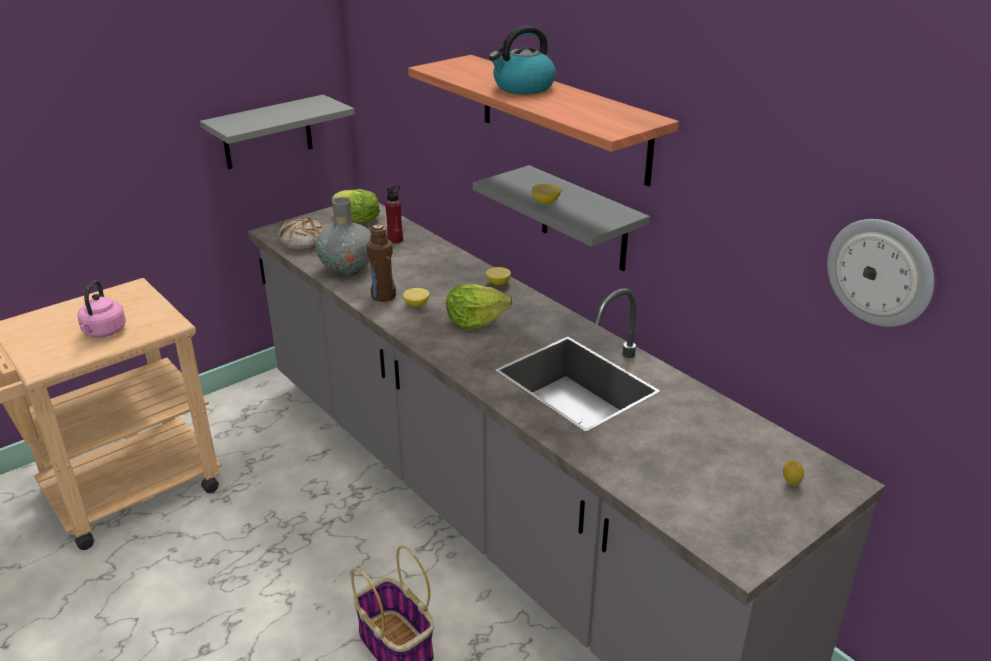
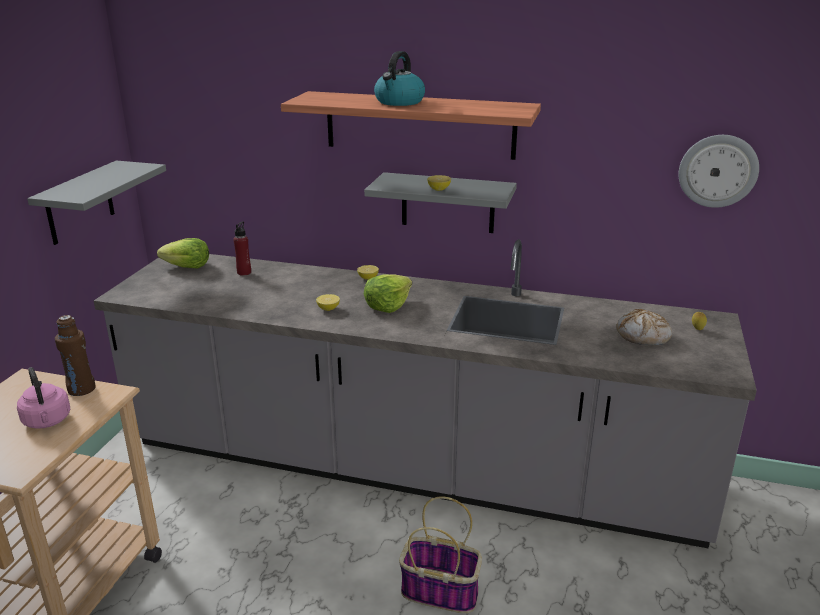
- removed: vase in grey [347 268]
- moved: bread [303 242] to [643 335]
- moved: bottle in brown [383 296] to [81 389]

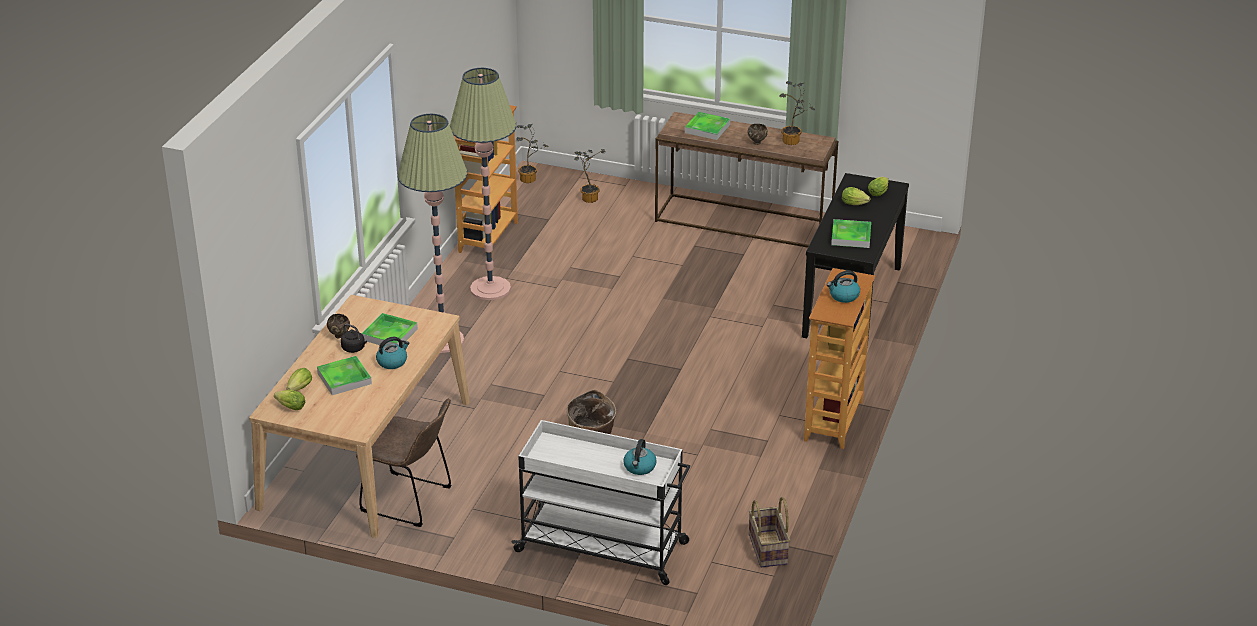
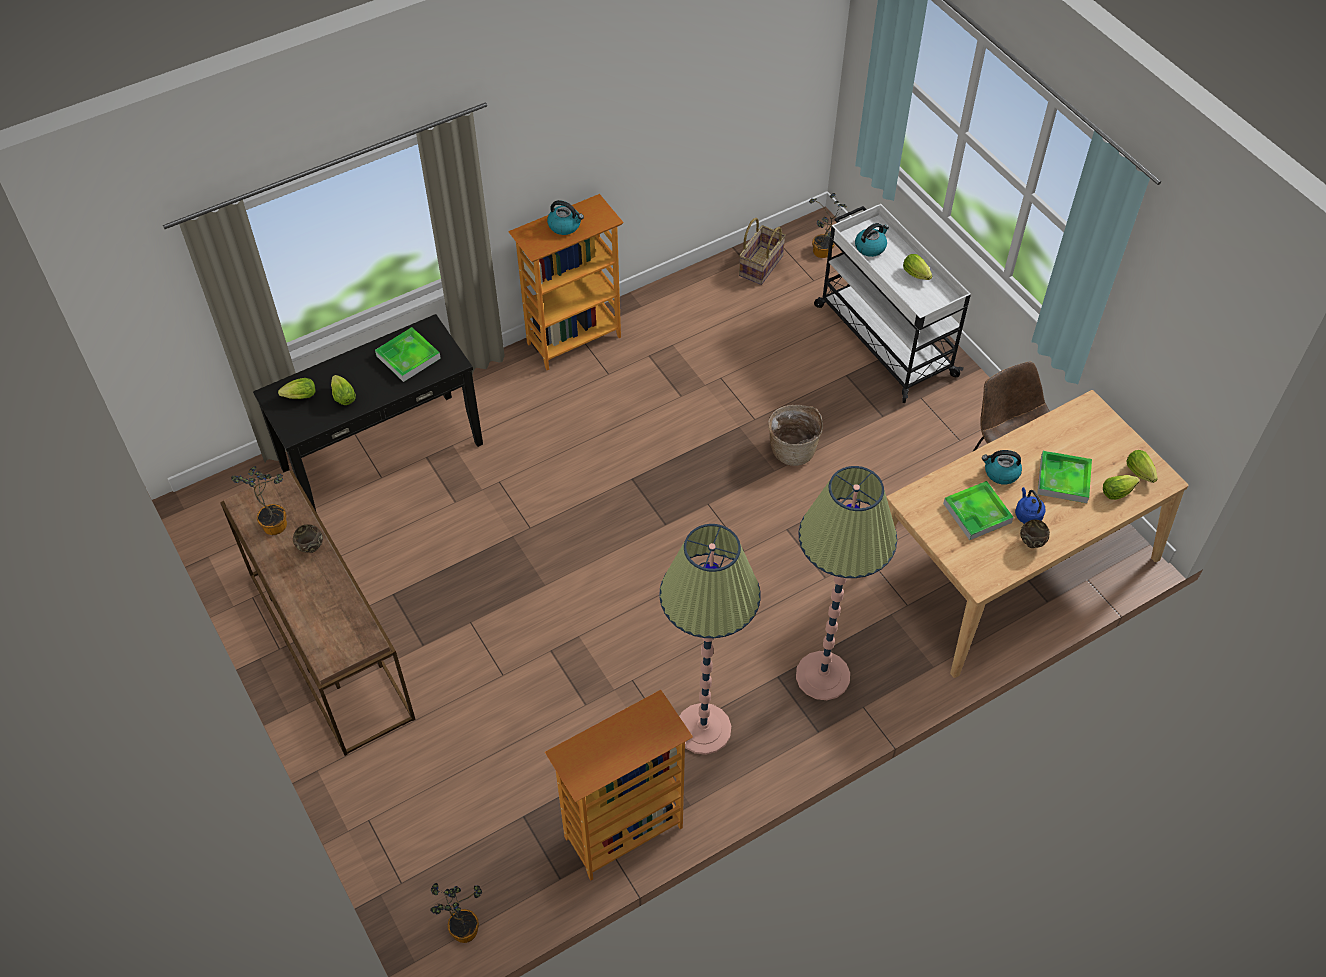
- removed: tray [707 128]
- moved: potted plant [588 197] to [822 253]
- recoloured: kettle in black [354 349] to kettle in blue [1027 514]
- added: lettuce [917 275]

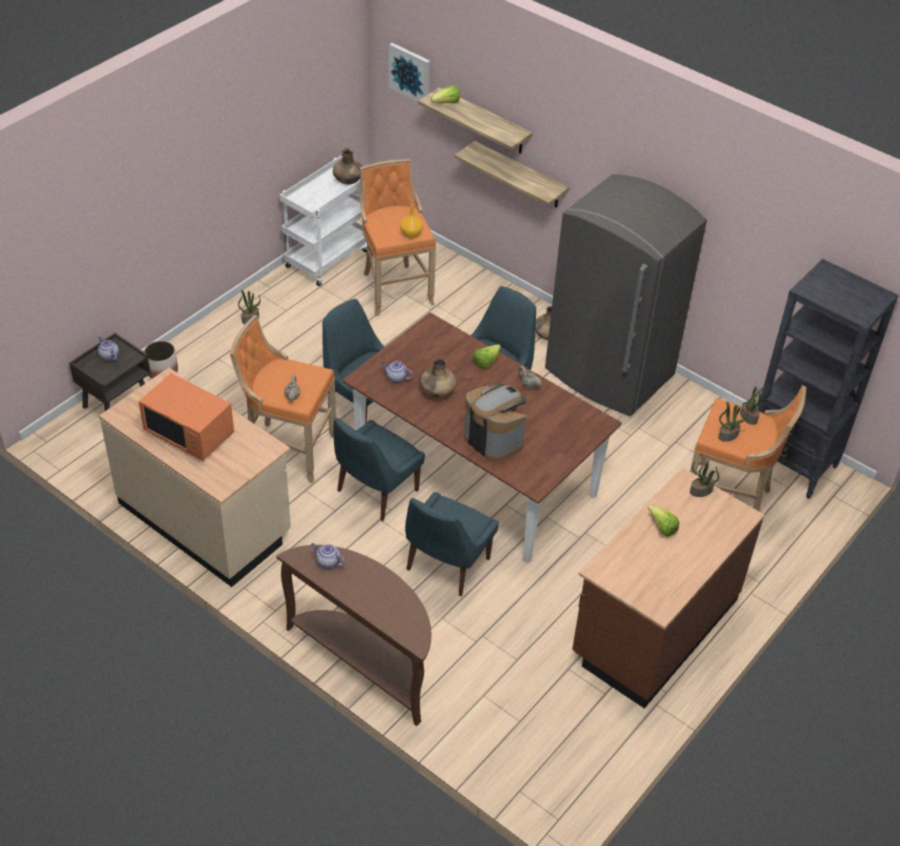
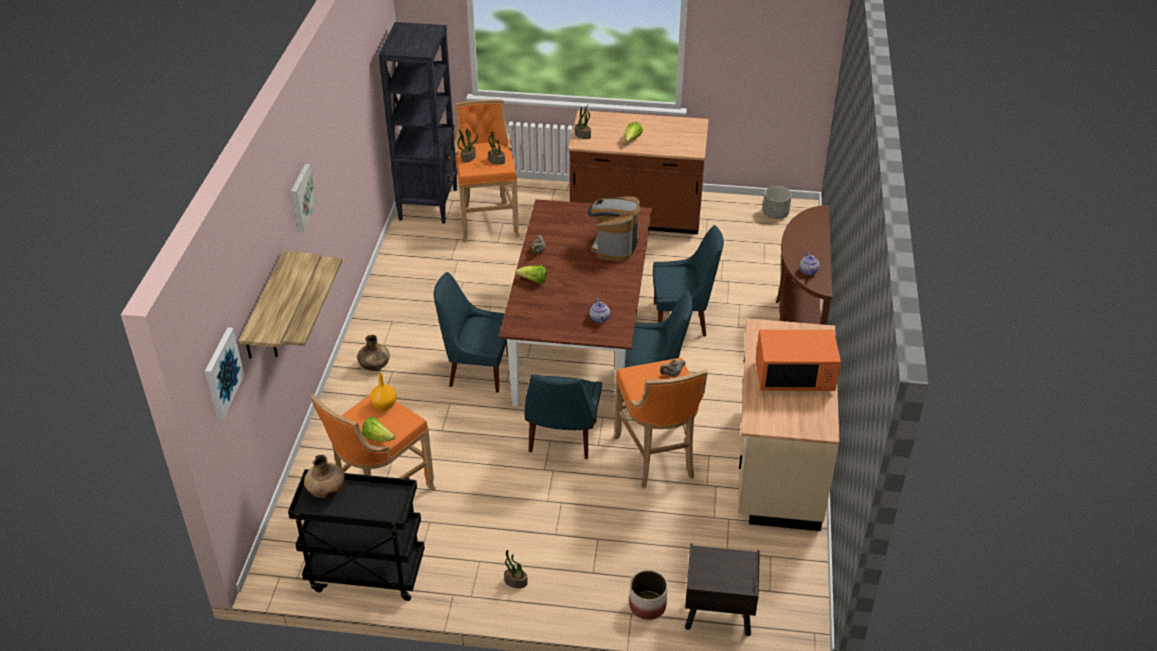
- moved: lettuce [446 103] to [378 437]
- recoloured: cart in white [328 257] to cart in black [365 574]
- removed: fridge in grey [609 374]
- removed: teapot [108 356]
- removed: vase in brown [437 392]
- turned: microwave in orange [189 433] = [794 377] 90 degrees clockwise
- added: picture [301 197]
- added: planter in grey [775 214]

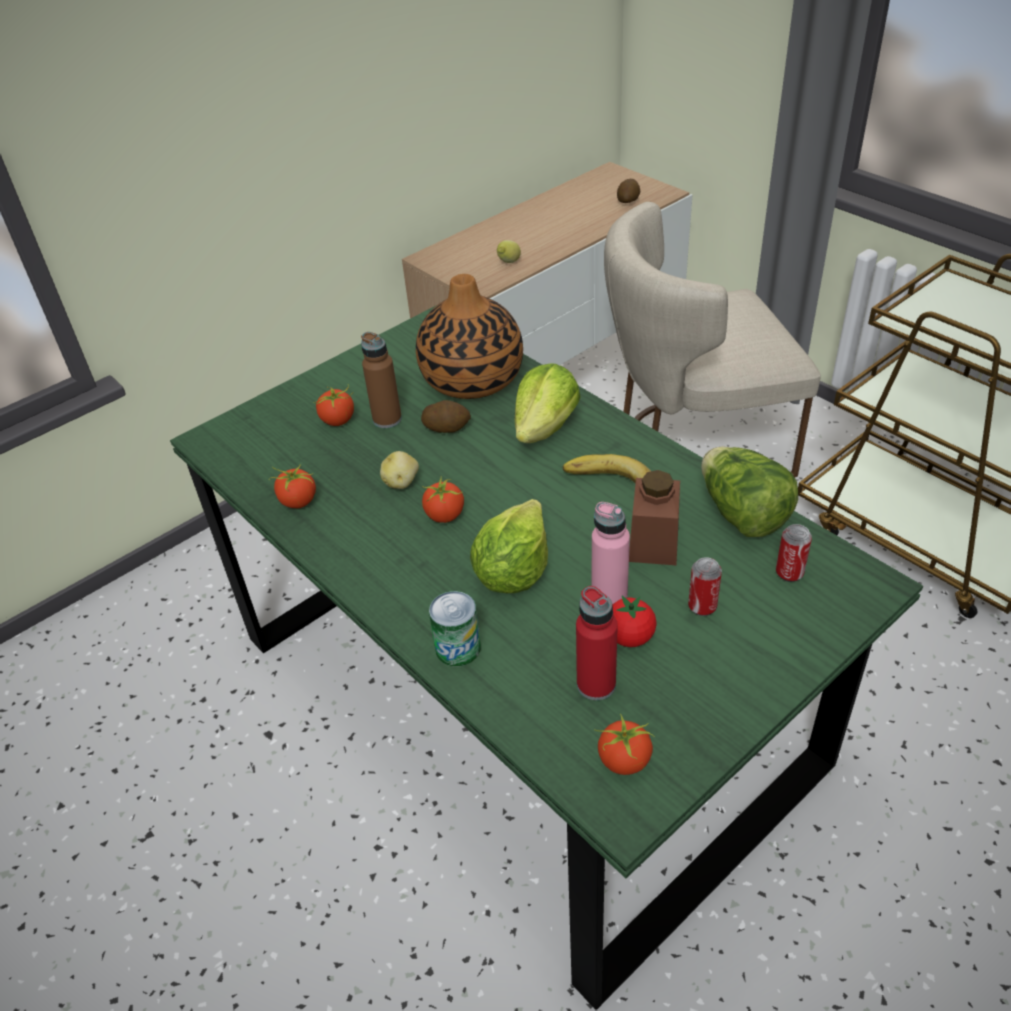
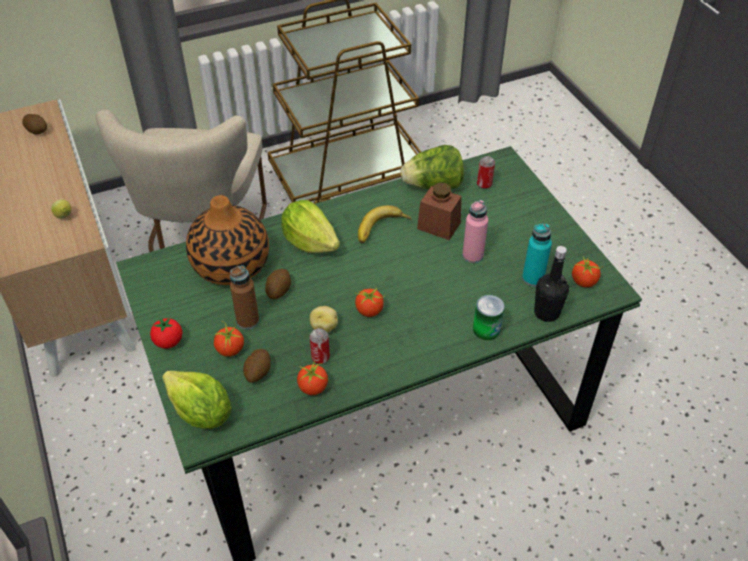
- moved: lettuce [513 571] to [201 413]
- moved: can [702 606] to [320 357]
- recoloured: bottle in red [596 684] to bottle in turquoise [533 278]
- moved: tomato [630 637] to [168 342]
- added: bottle in black [546 312]
- added: potato [258 372]

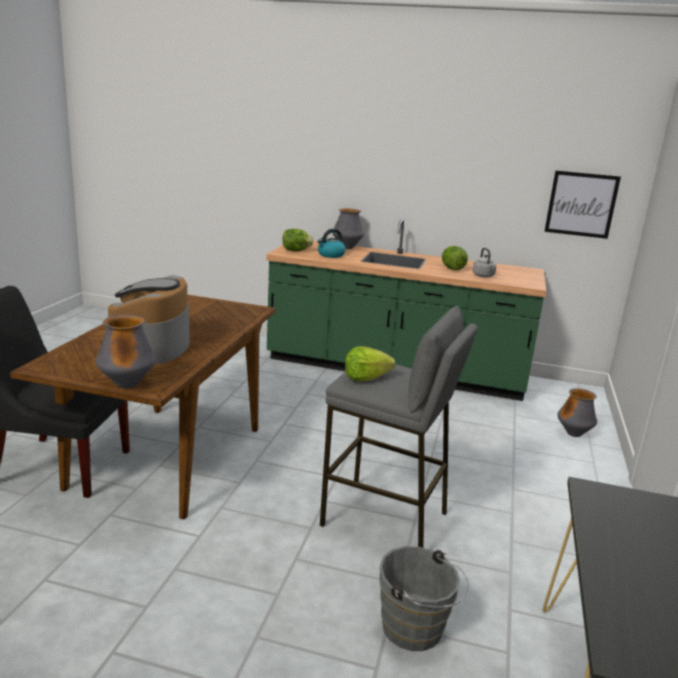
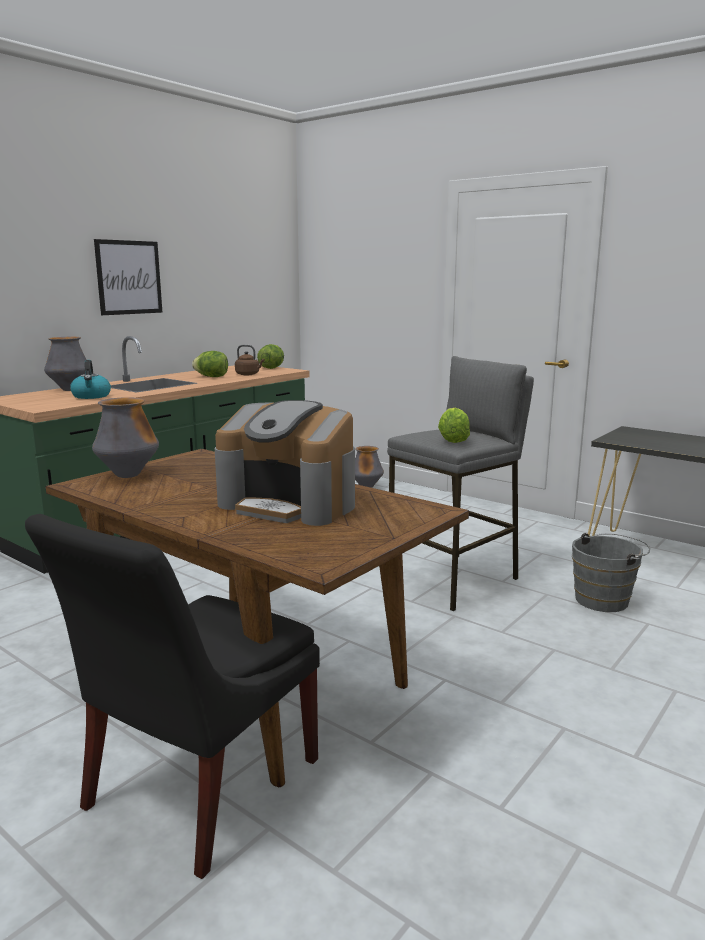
- moved: picture [581 204] to [129 277]
- moved: lettuce [296 251] to [271 368]
- recoloured: kettle in grey [483 276] to kettle in brown [248 374]
- moved: vase [127 384] to [128 475]

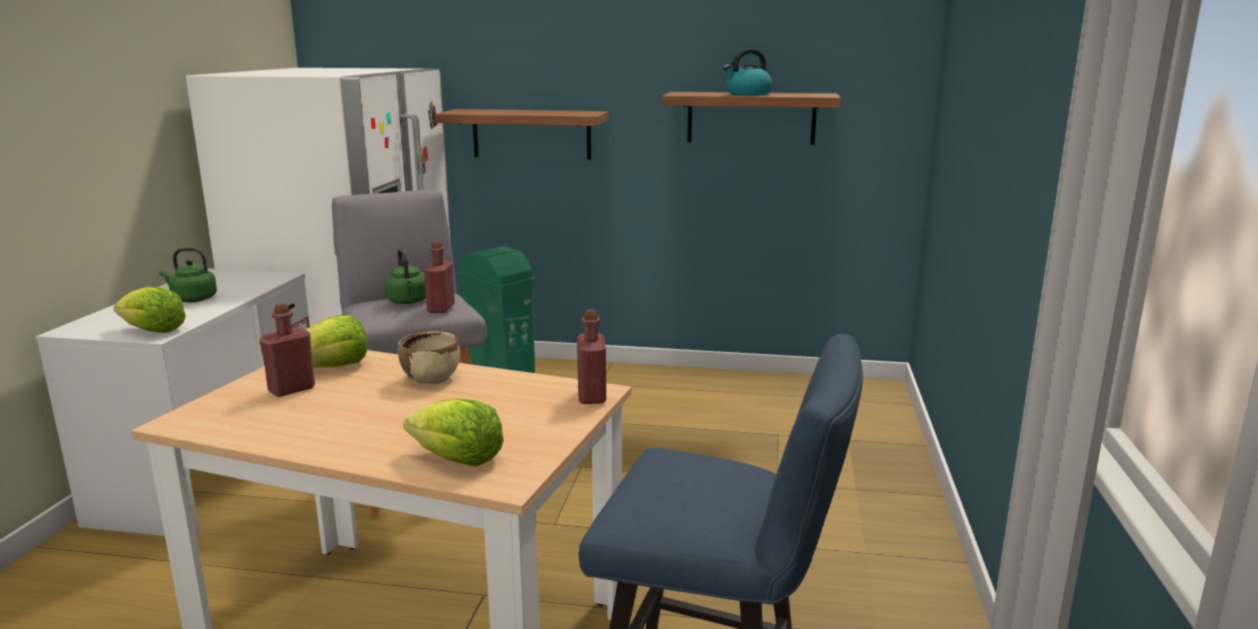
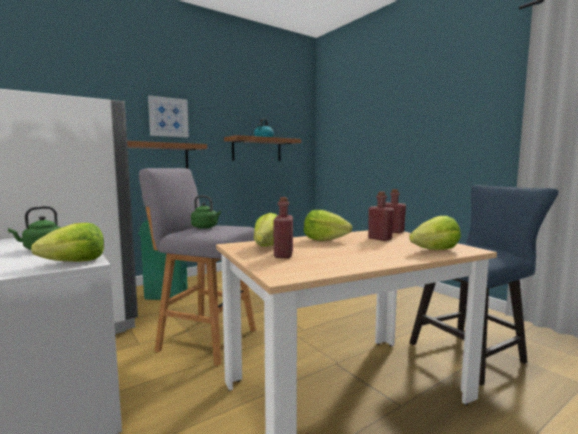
- moved: bottle in red [441 308] to [379 239]
- replaced: bowl in beige [431 378] to lettuce [324 240]
- added: picture [168 117]

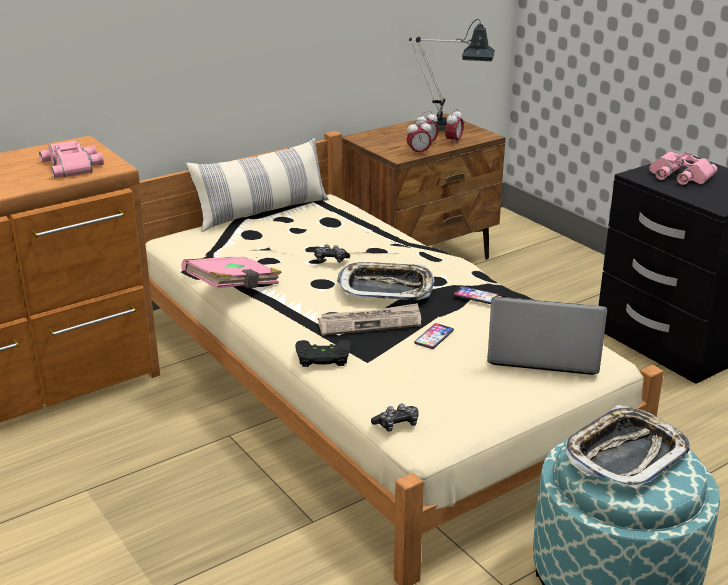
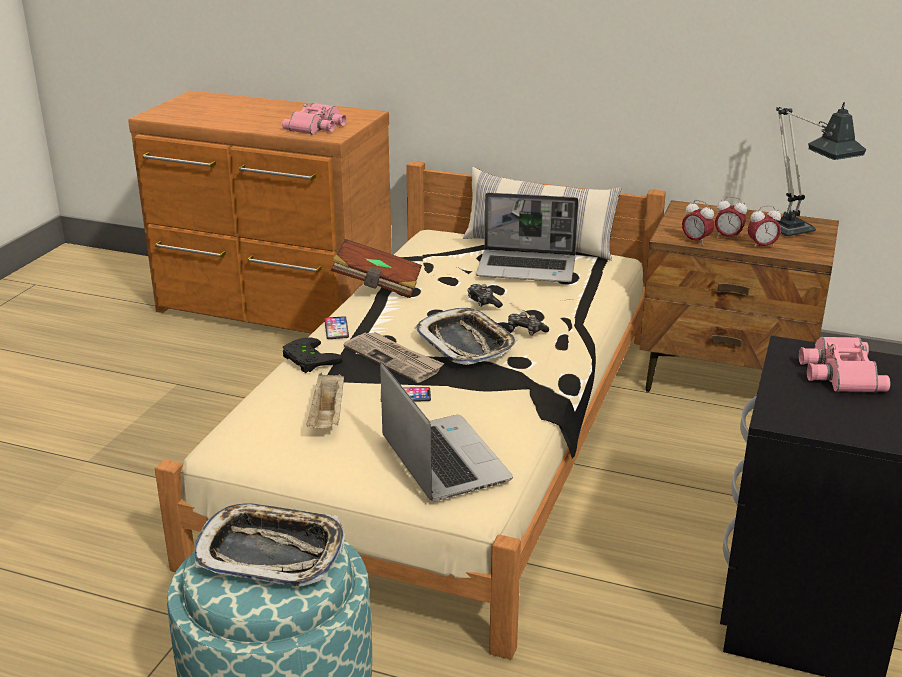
- recoloured: book in pink [234 288] to book in brown [377 285]
- moved: phone [476 296] to [336 329]
- moved: game controller [397 424] to [525 330]
- added: laptop [528 268]
- added: tray in beige [328 416]

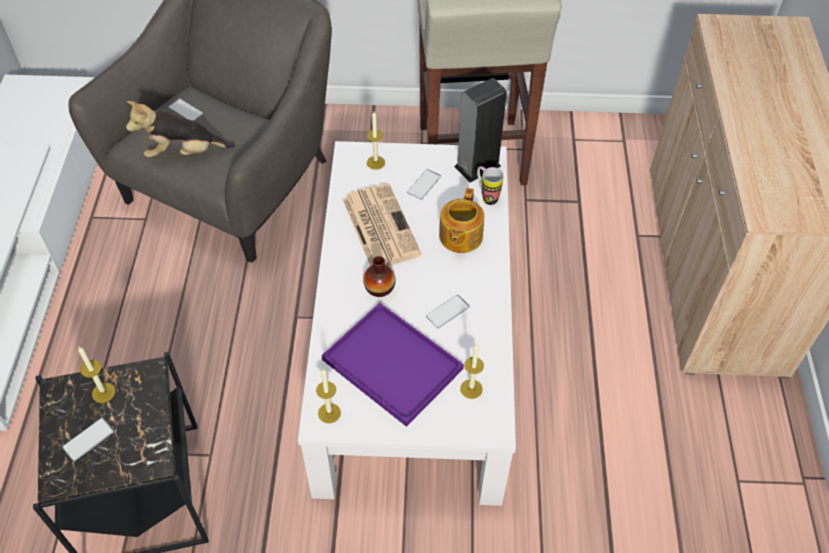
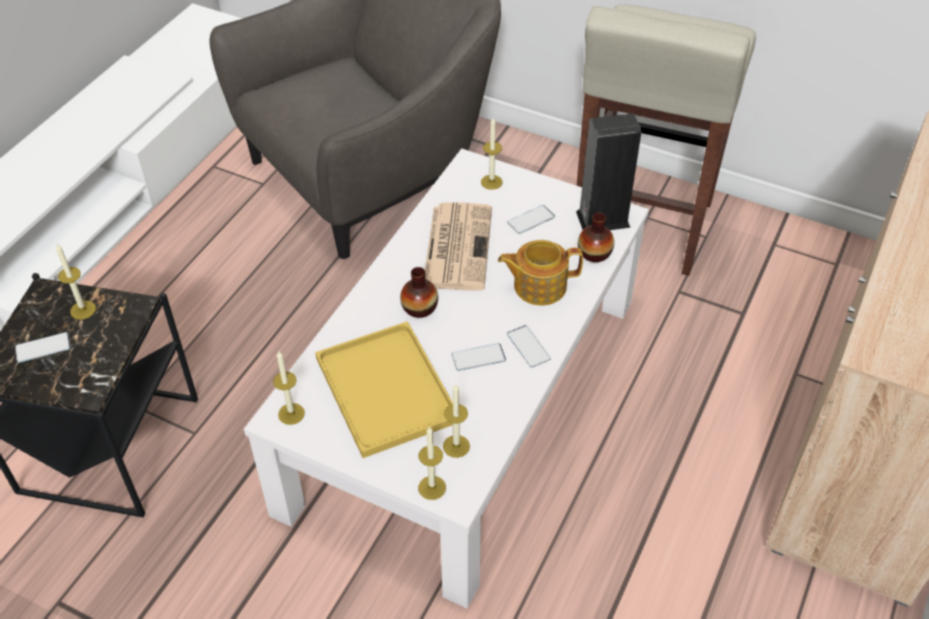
- moved: phone [185 110] to [528 346]
- removed: plush toy [184 152]
- replaced: mug [486 196] to vase [594 253]
- turned: teapot [460 237] = [538 285] 45 degrees clockwise
- recoloured: tray in purple [395 364] to tray in yellow [389 391]
- added: candle [432 487]

